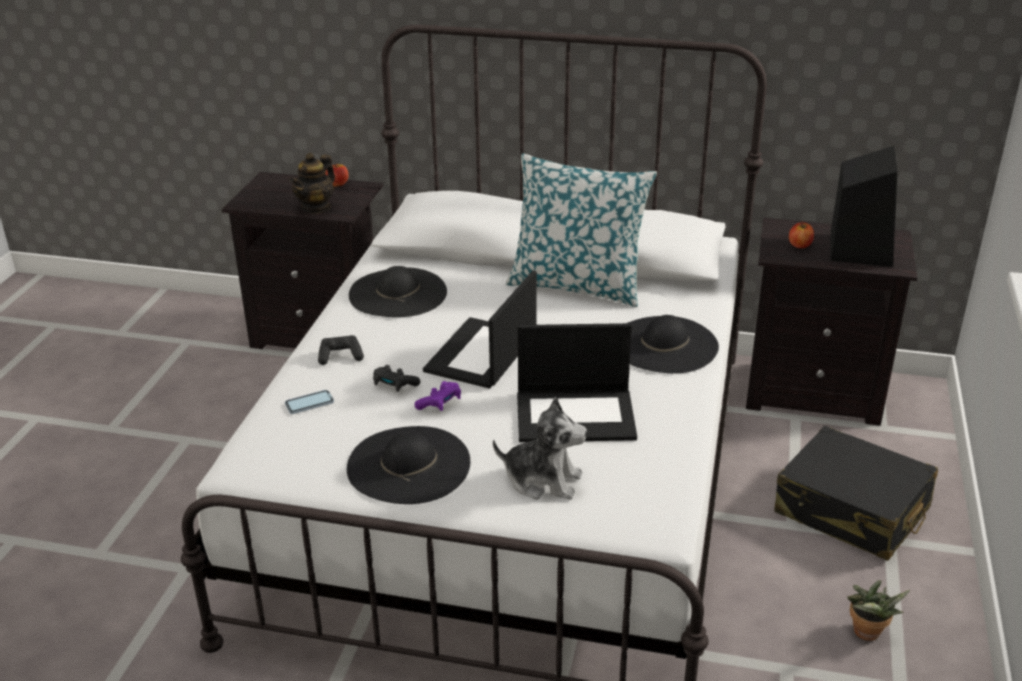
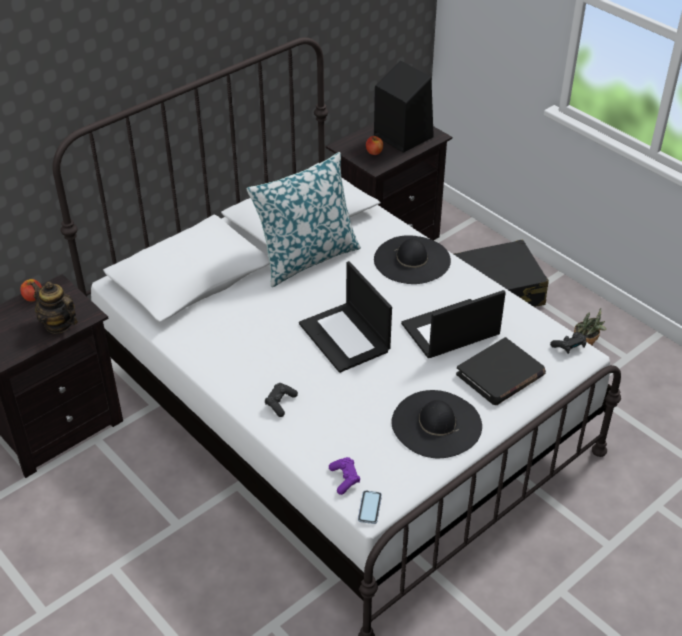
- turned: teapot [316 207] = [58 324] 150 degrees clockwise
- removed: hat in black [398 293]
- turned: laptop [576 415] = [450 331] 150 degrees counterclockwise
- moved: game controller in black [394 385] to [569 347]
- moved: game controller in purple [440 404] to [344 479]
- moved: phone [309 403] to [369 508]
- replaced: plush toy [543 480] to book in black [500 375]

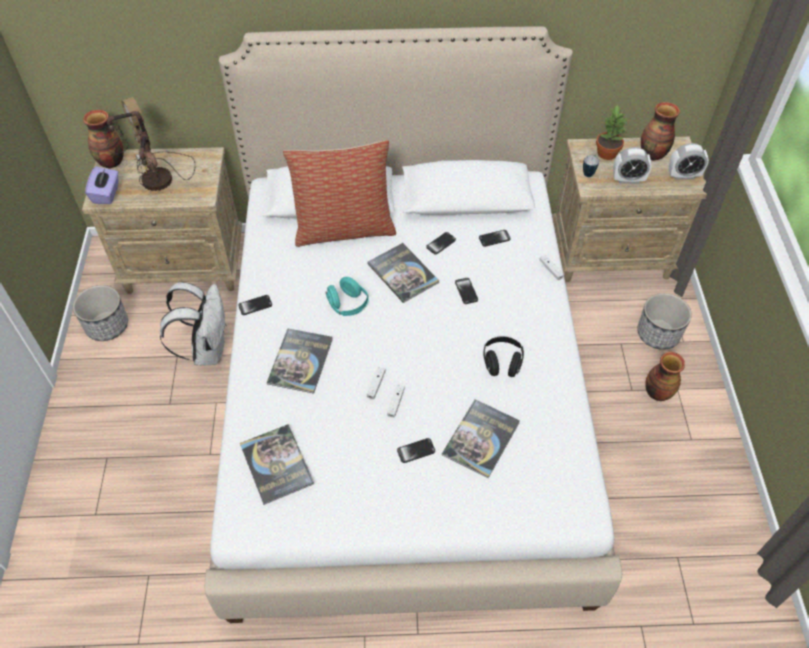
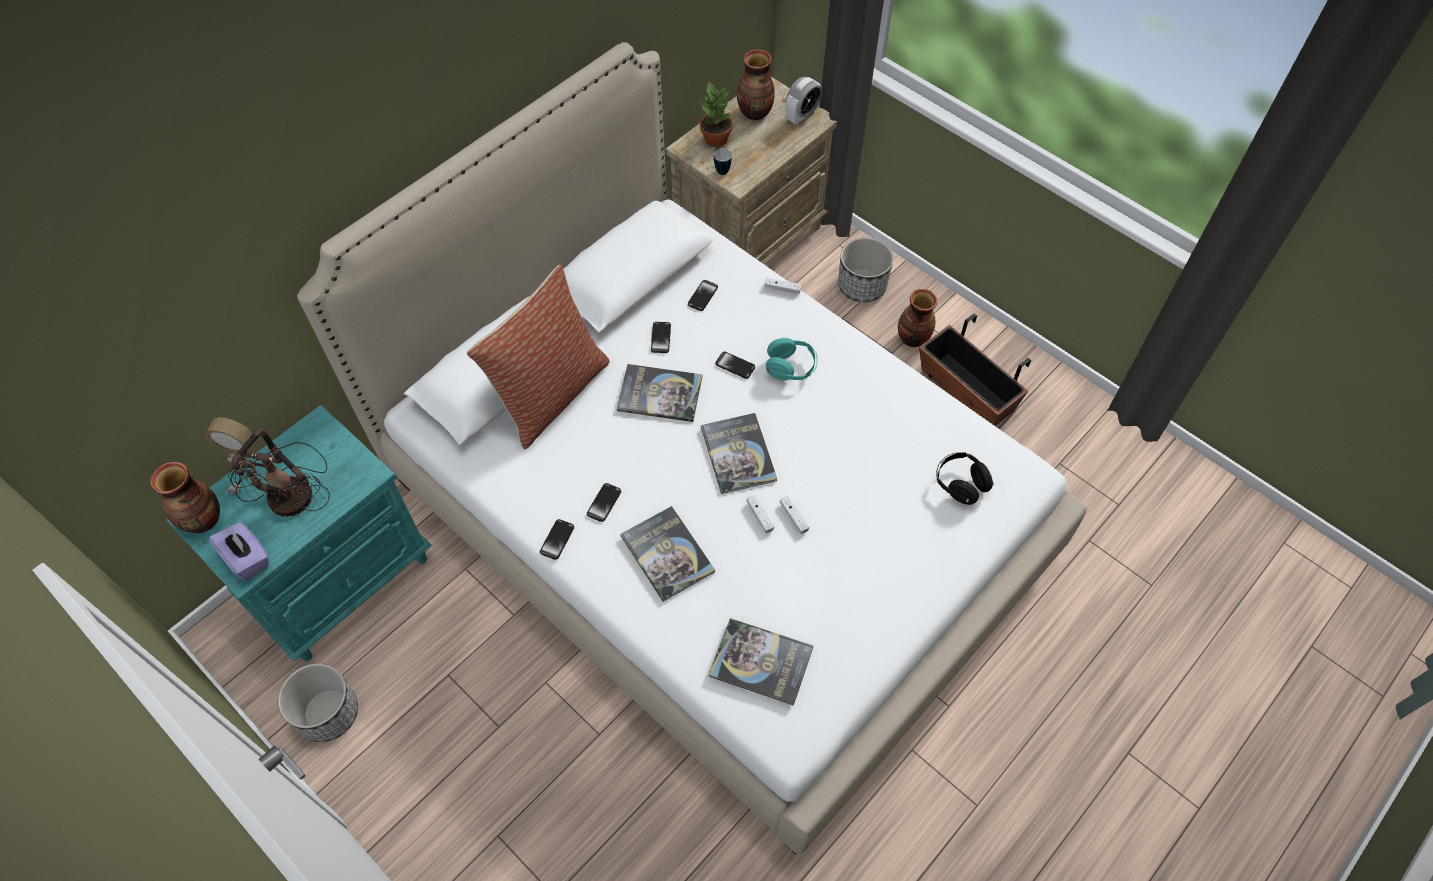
- recoloured: nightstand in beige [185 265] to nightstand in turquoise [340 577]
- removed: alarm clock [628 180]
- moved: headphones in turquoise [348 305] to [790 368]
- removed: backpack in white [207 349]
- moved: headphones in black [502 363] to [960 484]
- moved: book [481 438] to [738 454]
- moved: phone [416 451] to [604 503]
- added: planter [966 391]

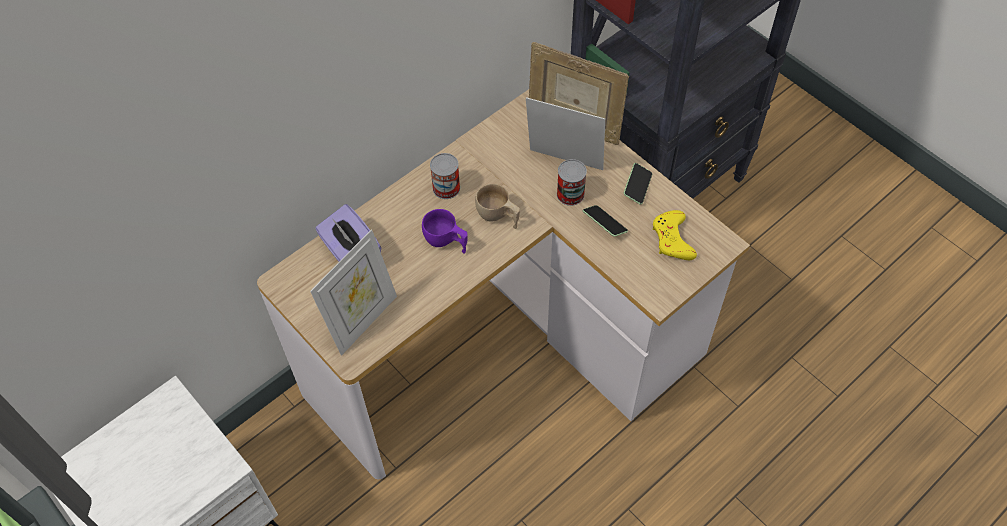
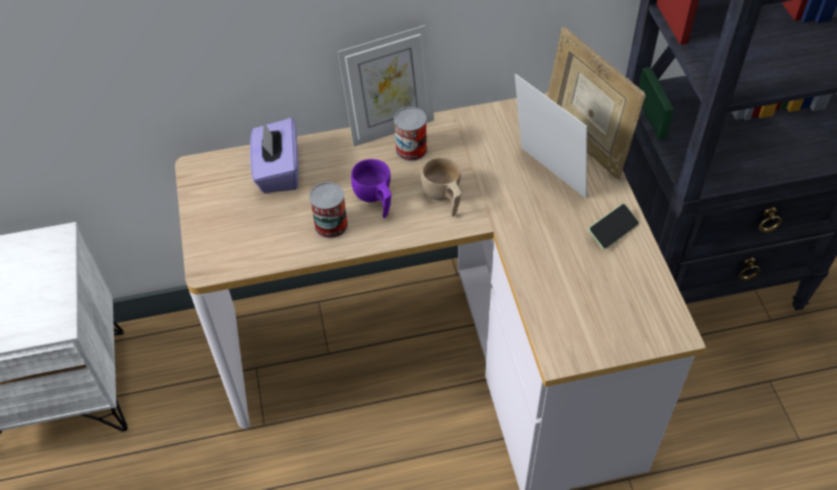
- moved: can [570 194] to [331 225]
- removed: phone [604 224]
- removed: game controller in yellow [672 239]
- moved: picture frame [362 320] to [390 127]

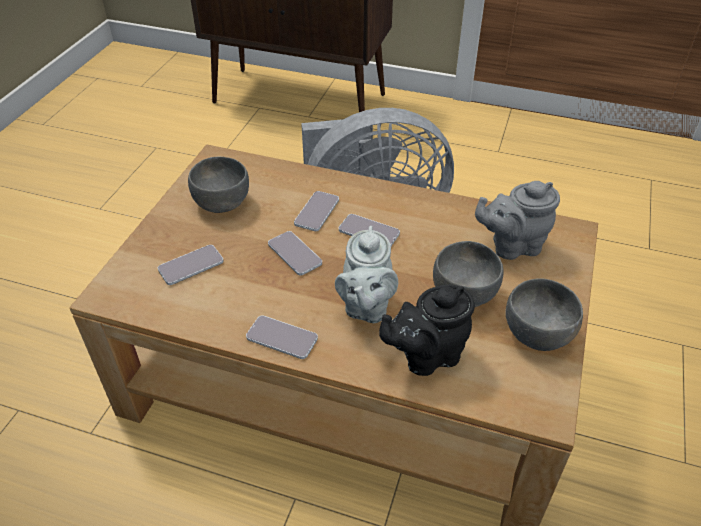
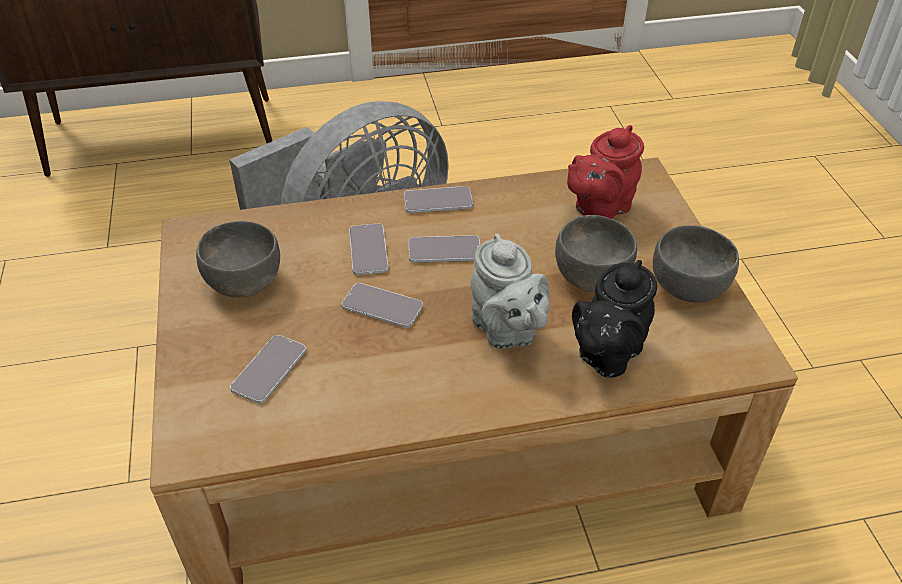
- recoloured: teapot in grey [512 246] to teapot in red [599 210]
- moved: phone [282 338] to [438 201]

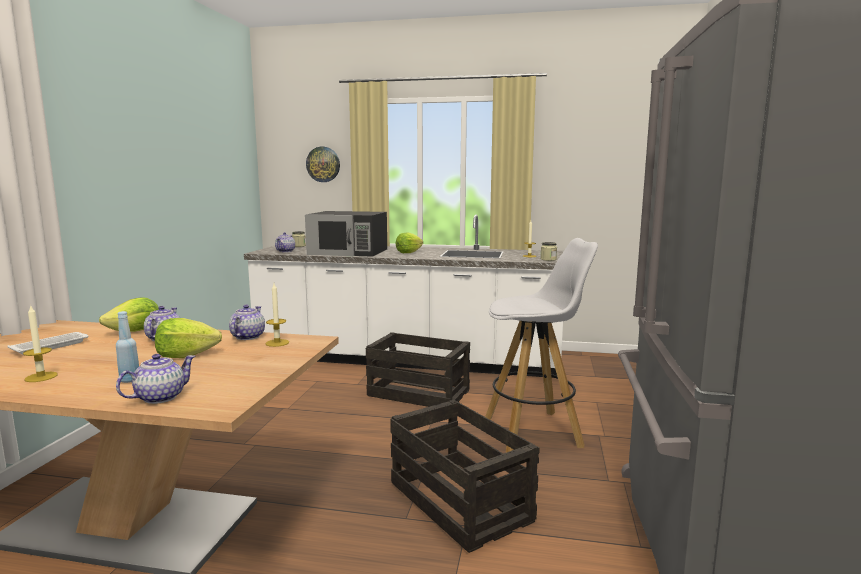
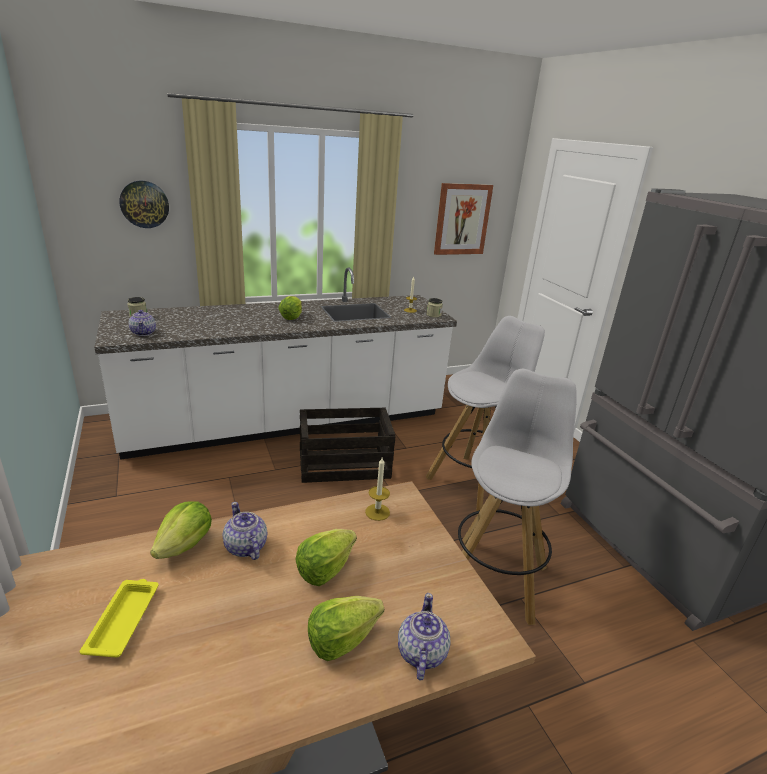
- removed: microwave in black [349 252]
- removed: teapot [247 337]
- removed: candle [41 377]
- replaced: bottle in blue [130 380] to lettuce [342 639]
- recoloured: tray in white [52 346] to tray in yellow [124 619]
- replaced: crate [461 502] to stool in white [496 577]
- added: picture [462 219]

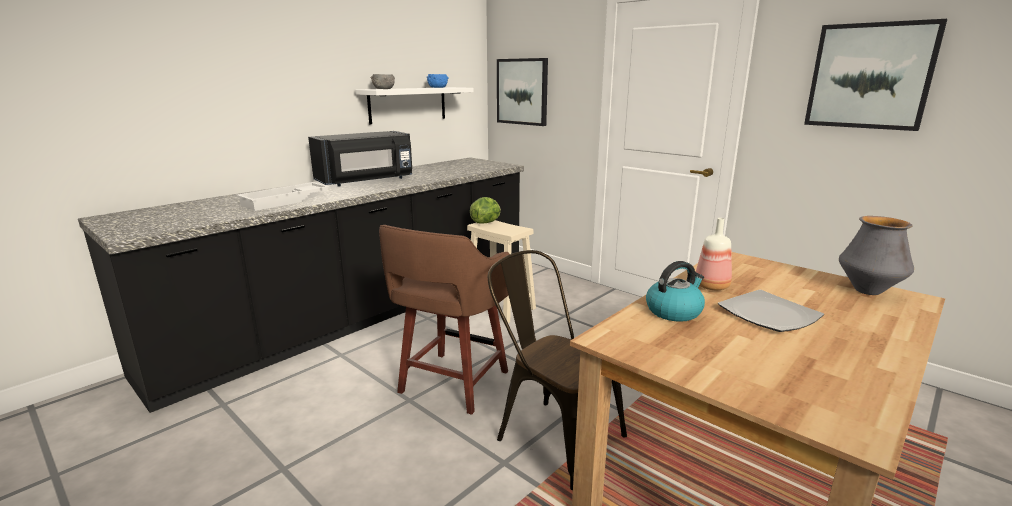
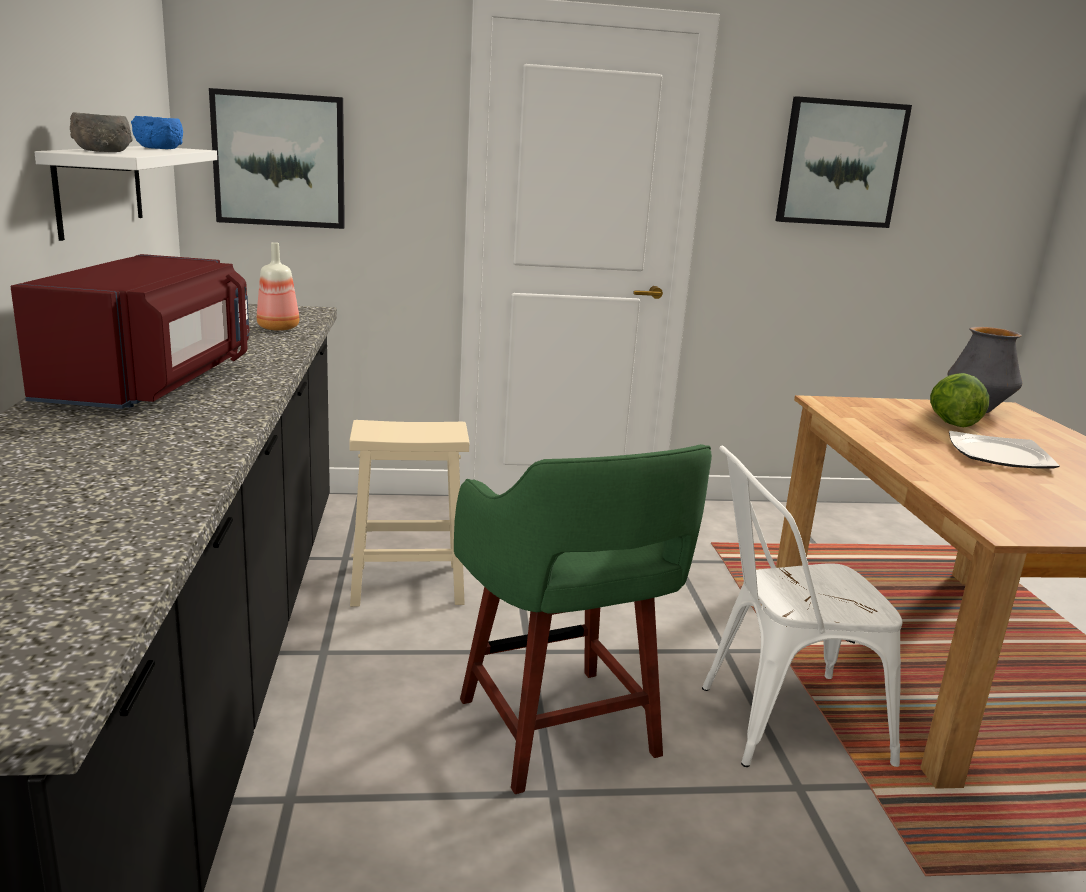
- recoloured: microwave in black [367 181] to microwave in red [154 384]
- removed: tray in white [286 201]
- moved: lettuce [486 222] to [951 423]
- moved: bottle [712 286] to [279 328]
- recoloured: stool in brown [452 384] to stool in green [561 732]
- recoloured: chair in brown [551 435] to chair in white [777 721]
- removed: kettle [674 311]

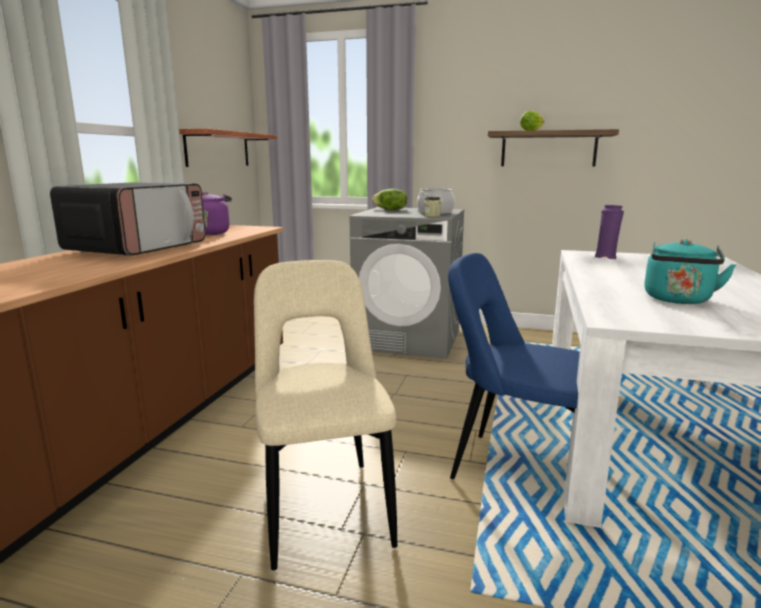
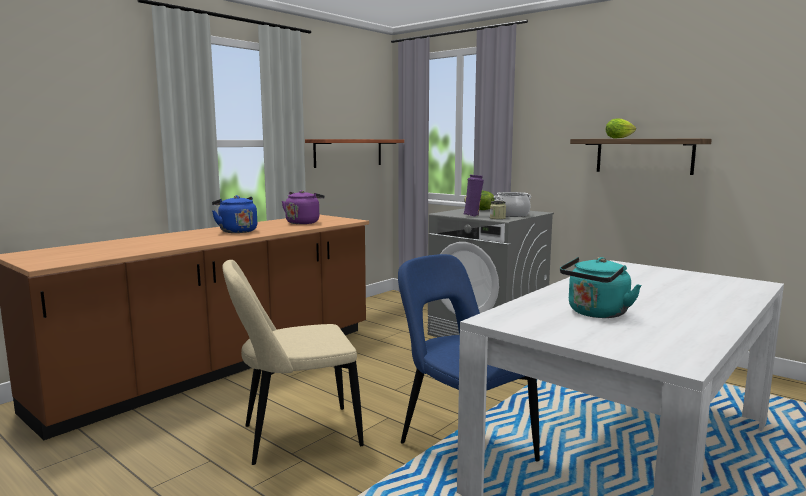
- replaced: microwave [138 248] to kettle in blue [236 231]
- moved: vase in purple [605 258] to [472 215]
- turned: chair in beige [324 505] = [295 436] 120 degrees counterclockwise

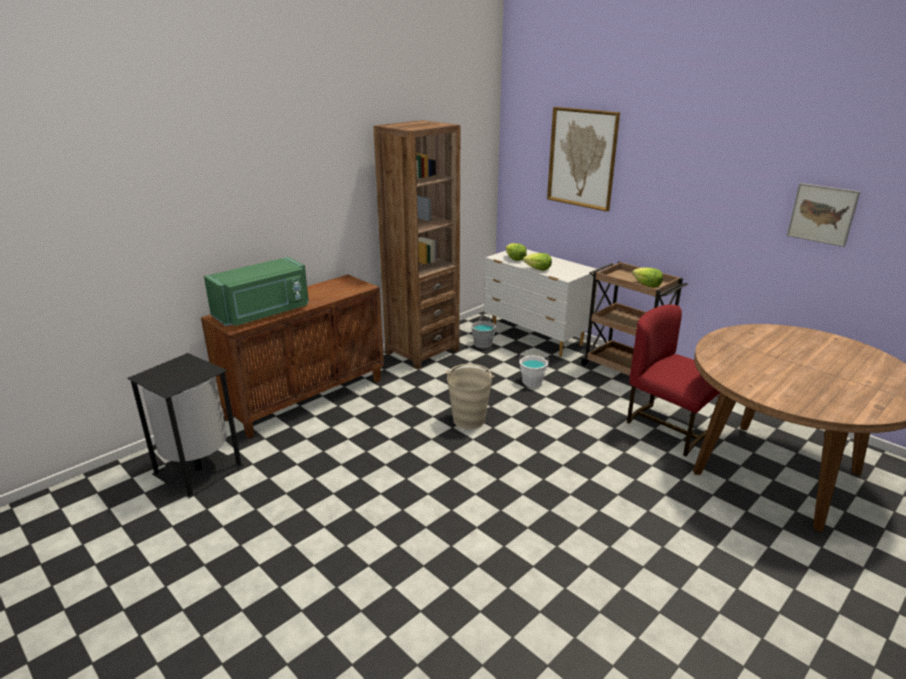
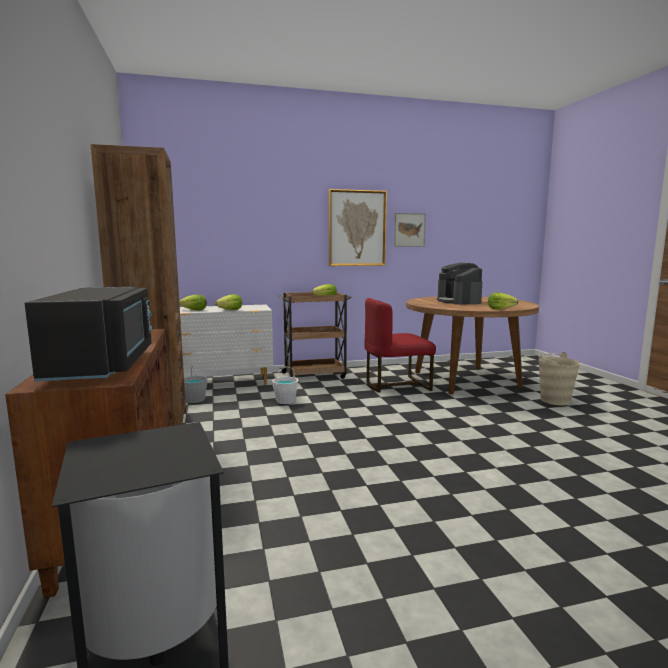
- moved: picture [582 158] to [357 228]
- recoloured: microwave in green [263 313] to microwave in black [105 365]
- moved: bucket in beige [469 420] to [554 400]
- added: coffee machine [458 301]
- added: lettuce [500 309]

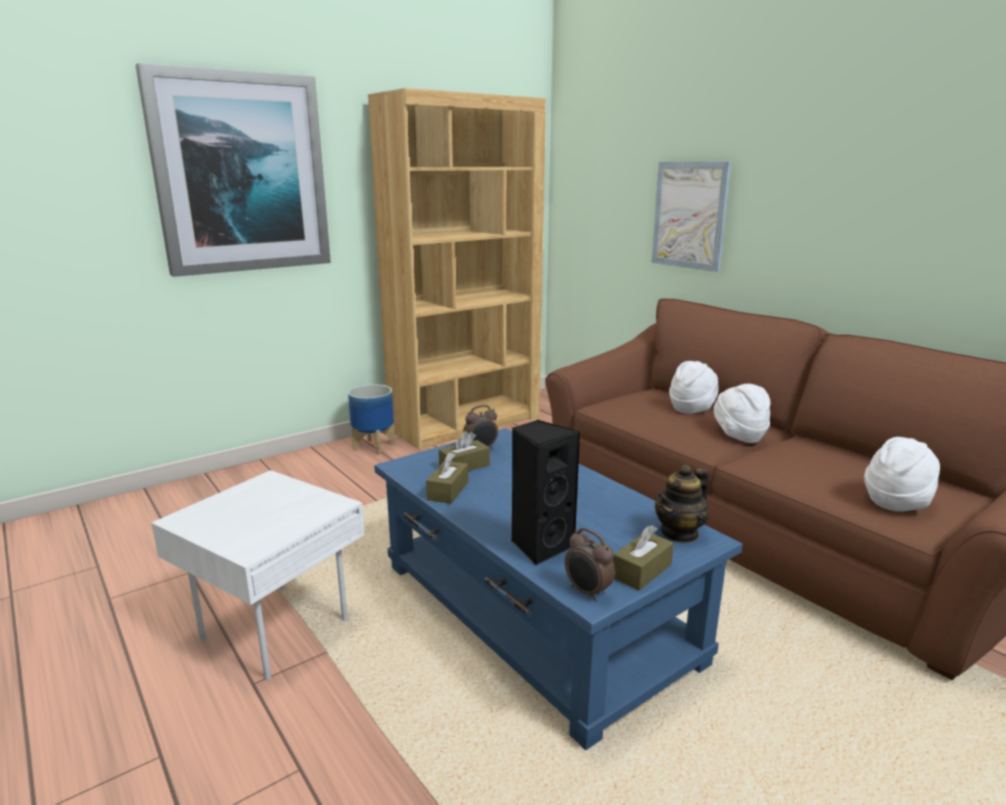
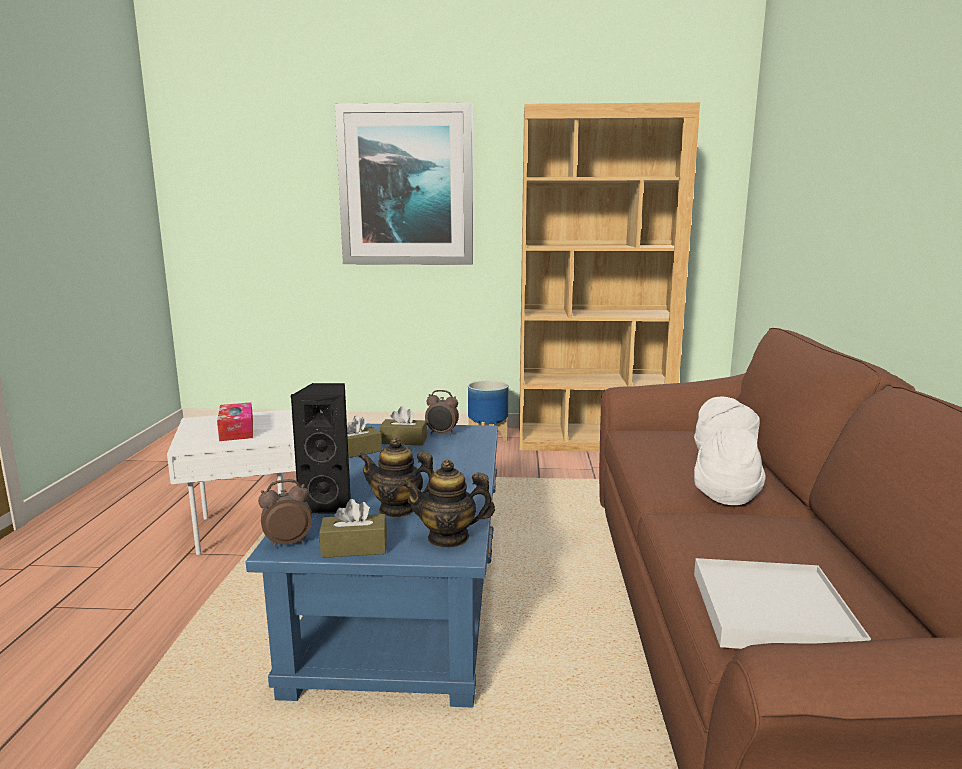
- removed: picture [689 215]
- replaced: hat in white [897 501] to tray in white [771 611]
- turned: alarm clock [587 592] = [288 542] 75 degrees clockwise
- added: tissue box [236 430]
- added: teapot [398 509]

